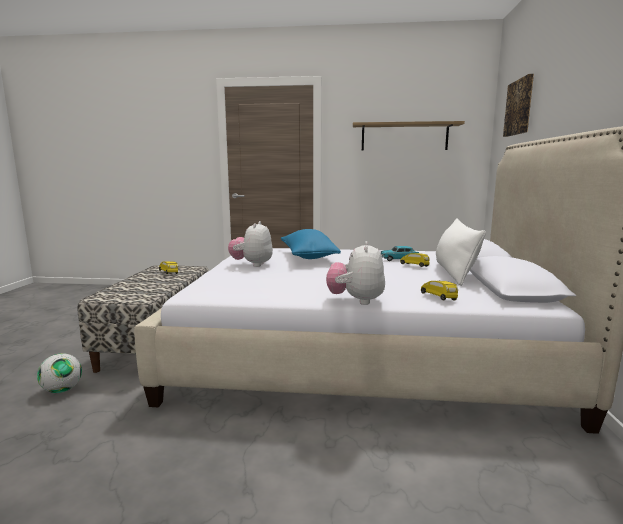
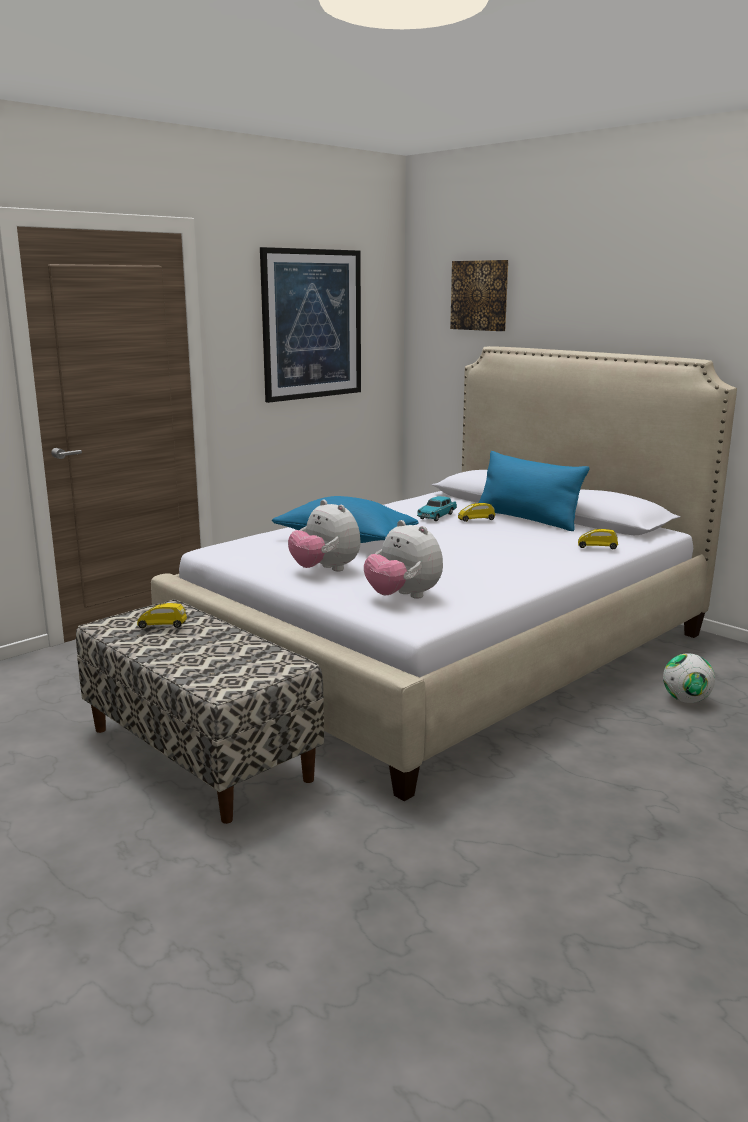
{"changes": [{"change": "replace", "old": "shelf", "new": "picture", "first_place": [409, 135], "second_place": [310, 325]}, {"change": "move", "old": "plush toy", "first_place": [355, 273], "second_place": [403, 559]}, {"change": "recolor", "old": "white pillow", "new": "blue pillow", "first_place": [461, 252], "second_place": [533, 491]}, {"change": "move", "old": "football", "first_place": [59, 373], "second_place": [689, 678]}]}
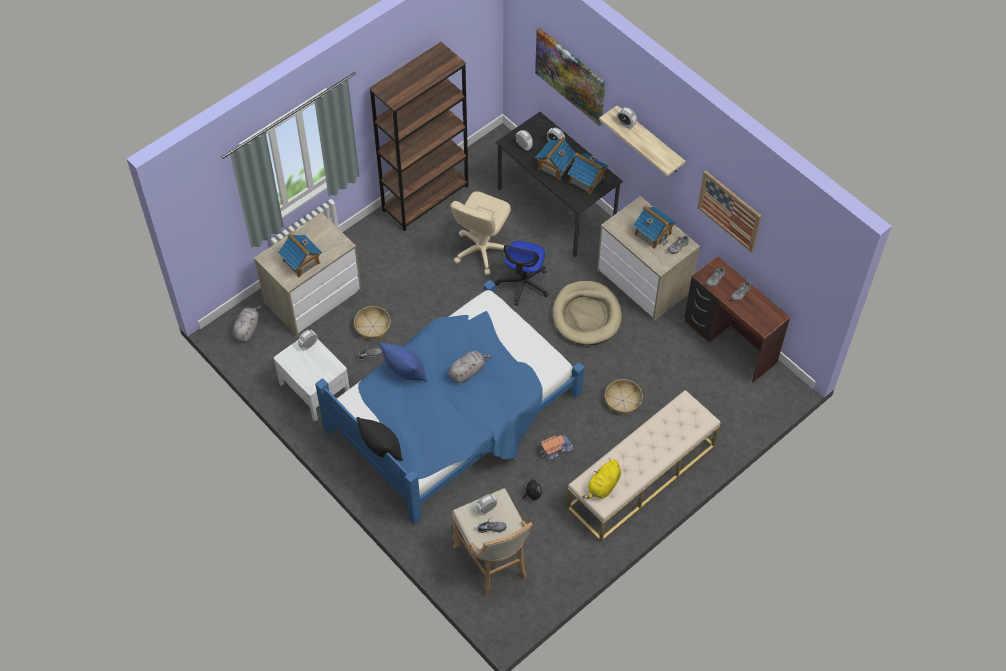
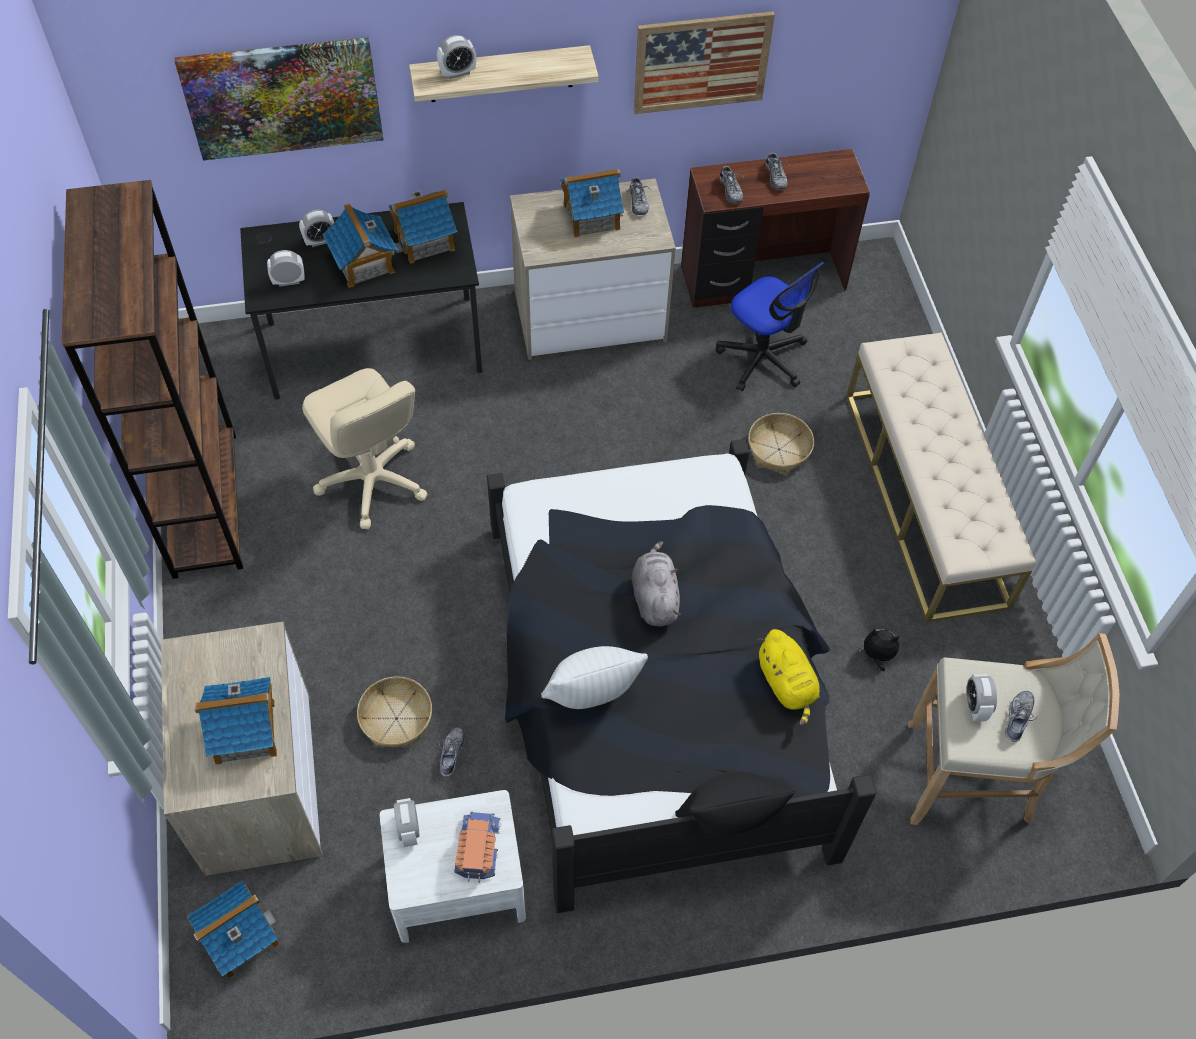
{"changes": [{"change": "replace", "old": "grey plush toy", "new": "toy house", "first_place": [247, 324], "second_place": [233, 930]}, {"change": "move", "old": "toy truck", "first_place": [556, 447], "second_place": [477, 847]}, {"change": "recolor", "old": "blue bed", "new": "black bed", "first_place": [450, 402], "second_place": [681, 676]}, {"change": "recolor", "old": "blue pillow", "new": "white pillow", "first_place": [404, 362], "second_place": [594, 677]}, {"change": "move", "old": "office chair", "first_place": [522, 273], "second_place": [770, 326]}, {"change": "move", "old": "yellow plush toy", "first_place": [601, 478], "second_place": [788, 677]}, {"change": "delete", "old": "beige dog bed", "first_place": [587, 313]}]}
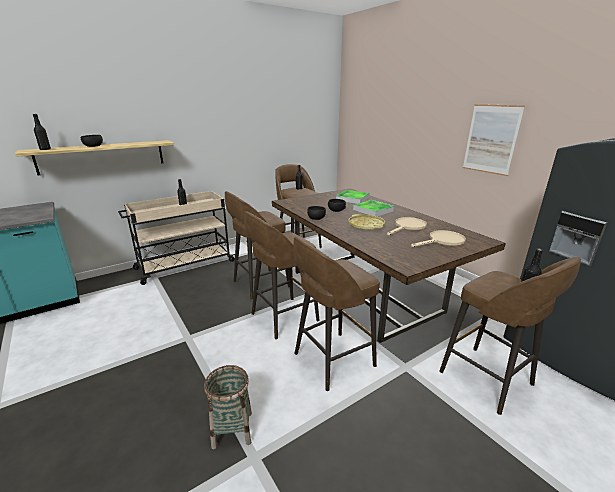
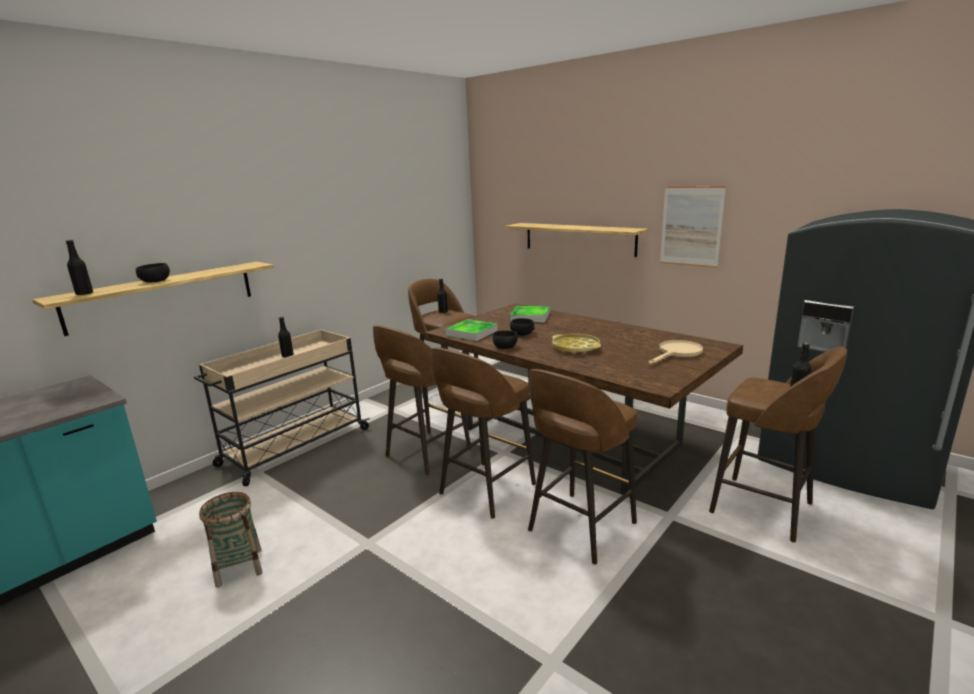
{"changes": [{"change": "move", "old": "basket", "first_place": [228, 407], "second_place": [231, 540]}, {"change": "move", "old": "tray", "first_place": [373, 208], "second_place": [472, 330]}, {"change": "insert", "new": "shelf", "second_place": [577, 240]}, {"change": "delete", "old": "beige frying pan", "first_place": [407, 226]}]}
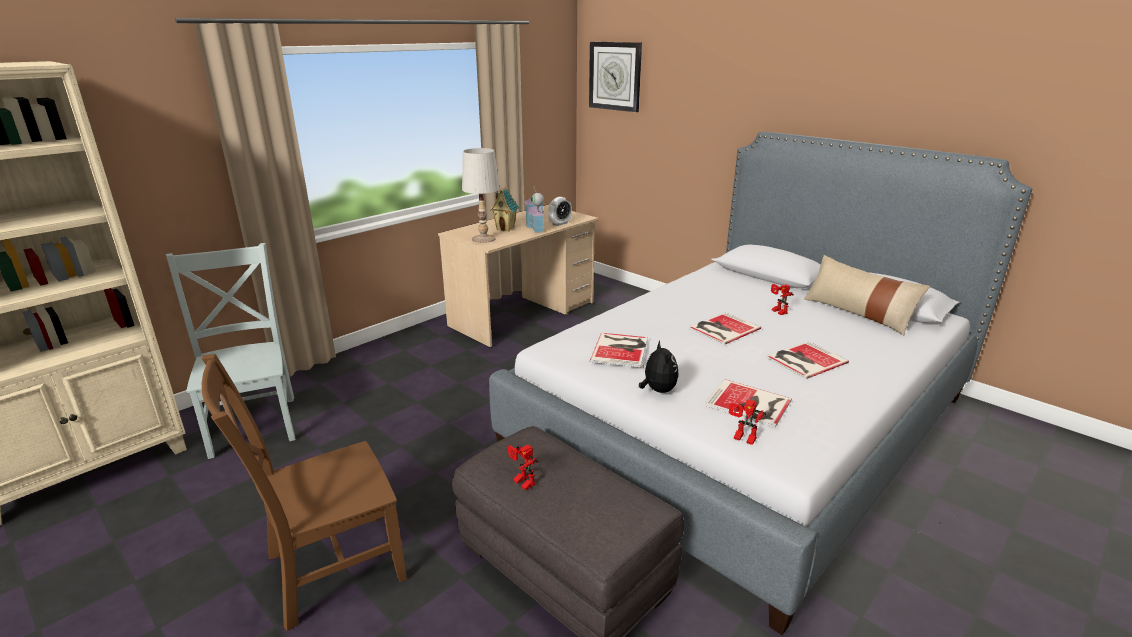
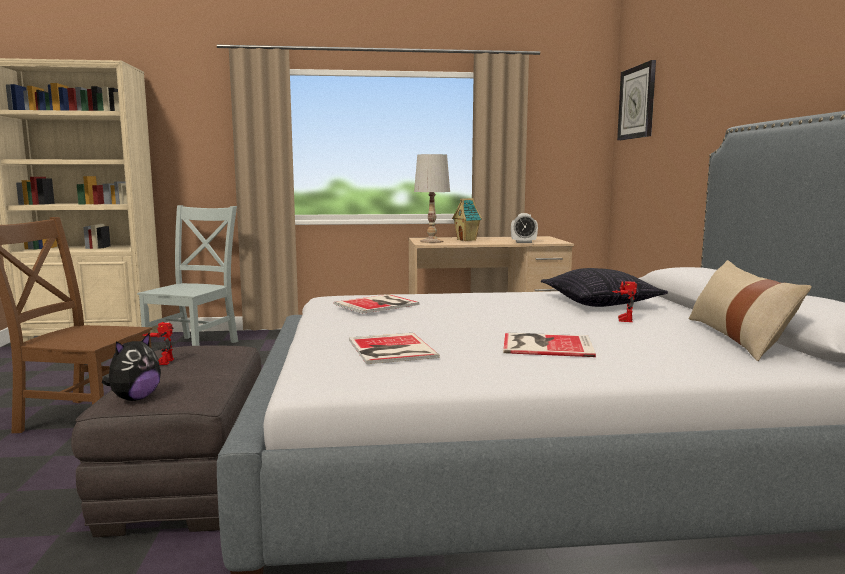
{"changes": [{"change": "move", "old": "plush toy", "first_place": [659, 366], "second_place": [131, 367]}, {"change": "insert", "new": "pillow", "second_place": [604, 287]}, {"change": "delete", "old": "toy house", "first_place": [534, 209]}, {"change": "delete", "old": "book", "first_place": [724, 328]}, {"change": "delete", "old": "toy robot", "first_place": [747, 422]}]}
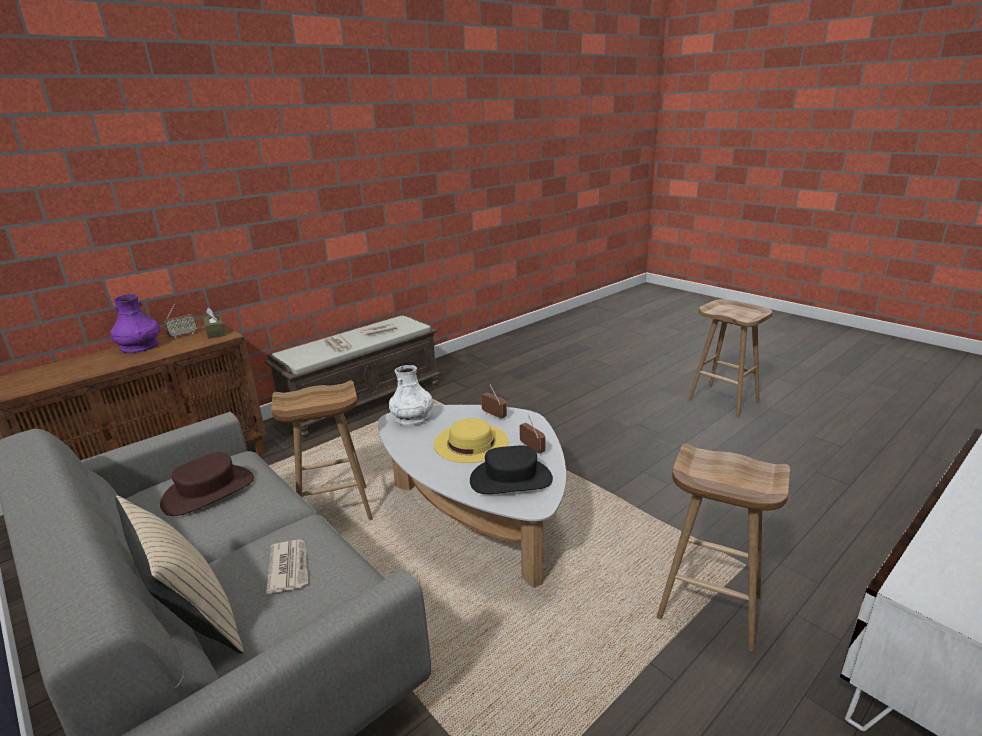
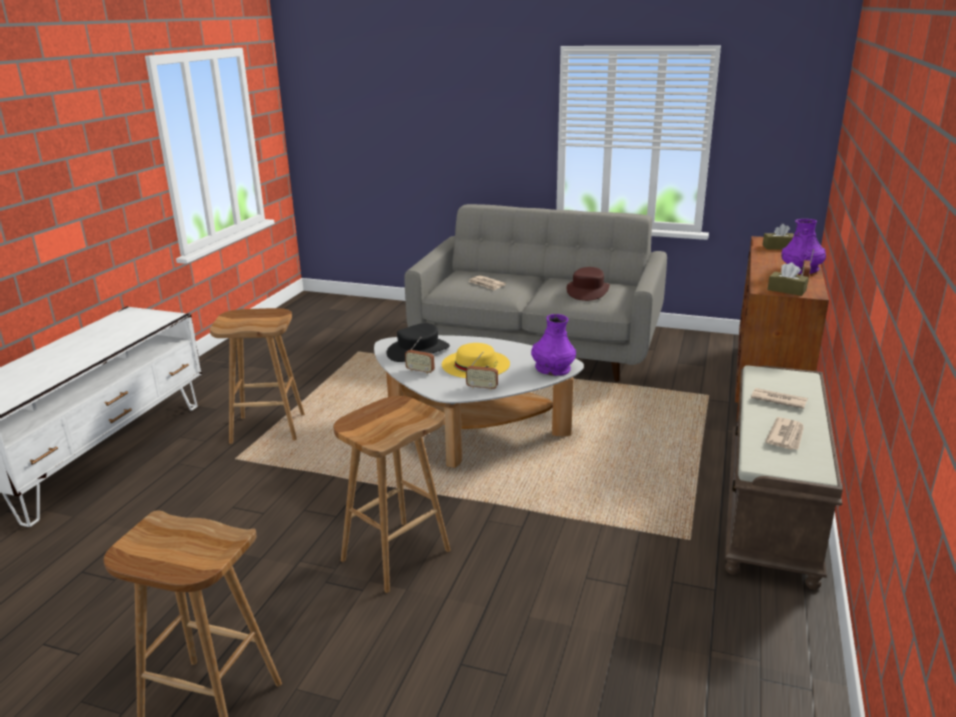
{"changes": [{"change": "move", "old": "brown stool", "first_place": [322, 450], "second_place": [391, 494]}, {"change": "recolor", "old": "white vase", "new": "purple vase", "first_place": [411, 395], "second_place": [553, 345]}, {"change": "insert", "new": "brown tissue box", "second_place": [778, 236]}, {"change": "delete", "old": "beige pillow", "first_place": [179, 574]}]}
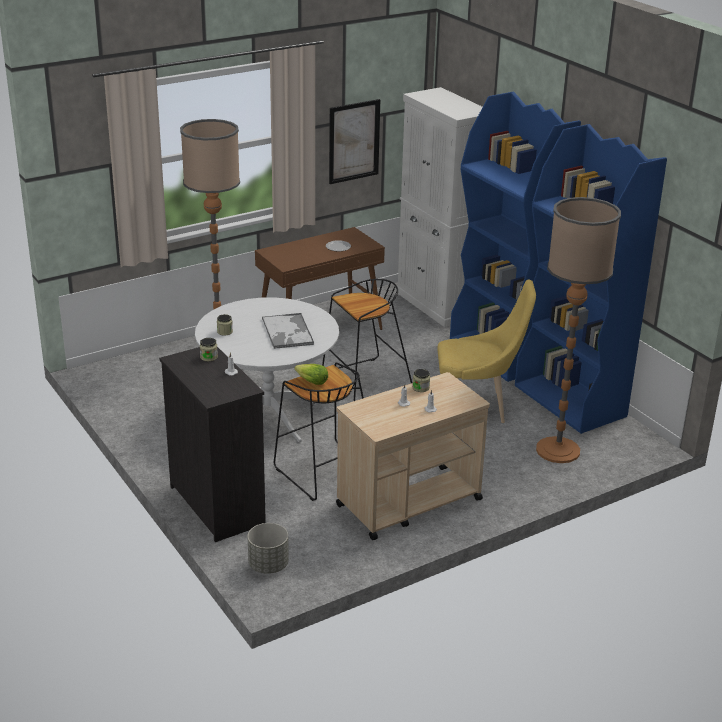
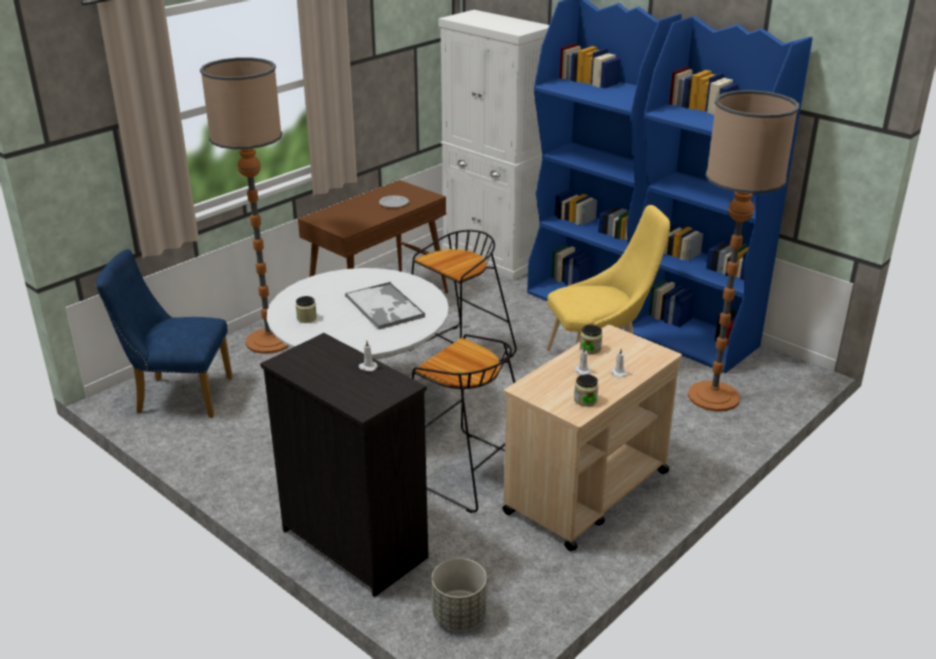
{"changes": [{"change": "insert", "new": "blue chair", "second_place": [164, 333]}, {"change": "move", "old": "jar", "first_place": [209, 350], "second_place": [586, 390]}, {"change": "delete", "old": "lettuce", "first_place": [311, 374]}, {"change": "delete", "old": "picture", "first_place": [354, 141]}]}
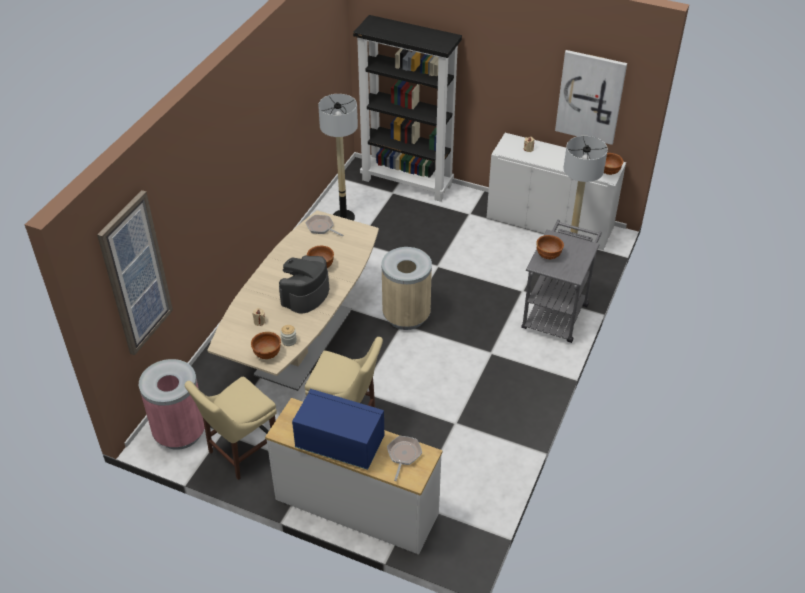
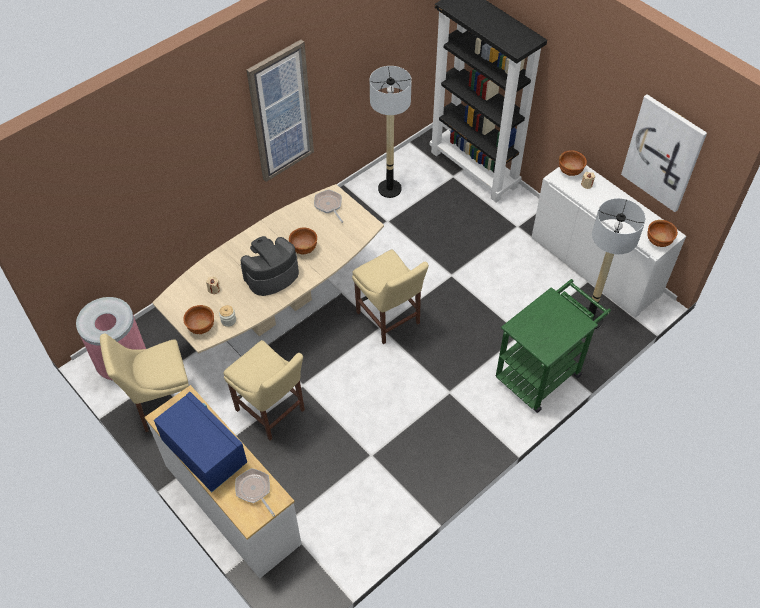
{"changes": [{"change": "rotate", "old": "frying pan", "first_place": [404, 458], "second_place": [255, 492], "degrees": -75}, {"change": "move", "old": "picture", "first_place": [135, 272], "second_place": [280, 110]}, {"change": "replace", "old": "beige trash can", "new": "beige chair", "first_place": [406, 288], "second_place": [390, 297]}, {"change": "recolor", "old": "grey cart", "new": "green cart", "first_place": [561, 281], "second_place": [553, 346]}, {"change": "move", "old": "brown bowl", "first_place": [550, 247], "second_place": [573, 163]}]}
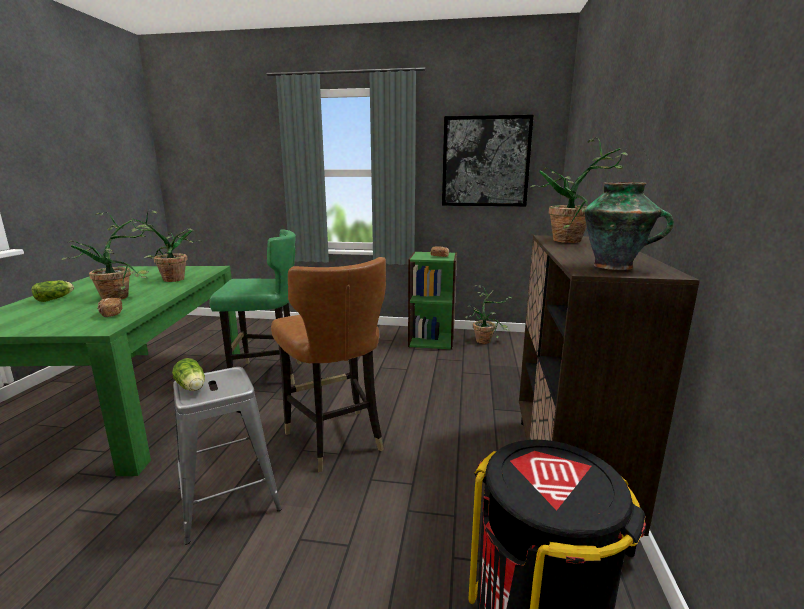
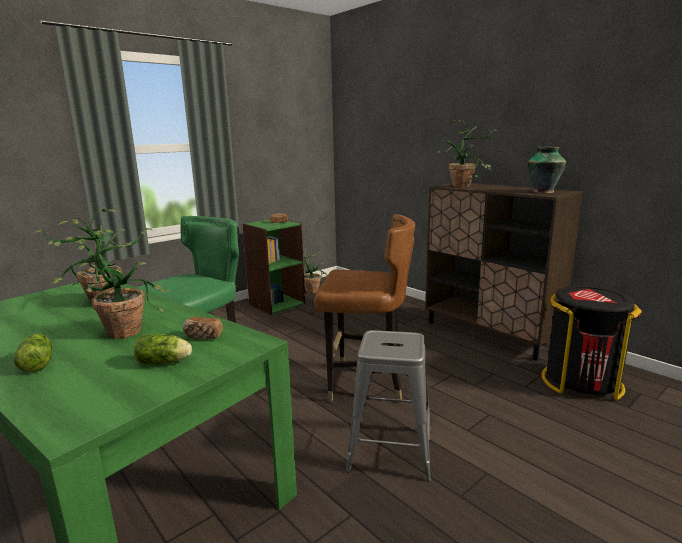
{"changes": [{"change": "move", "old": "lettuce", "first_place": [188, 374], "second_place": [163, 349]}, {"change": "delete", "old": "picture", "first_place": [488, 161]}]}
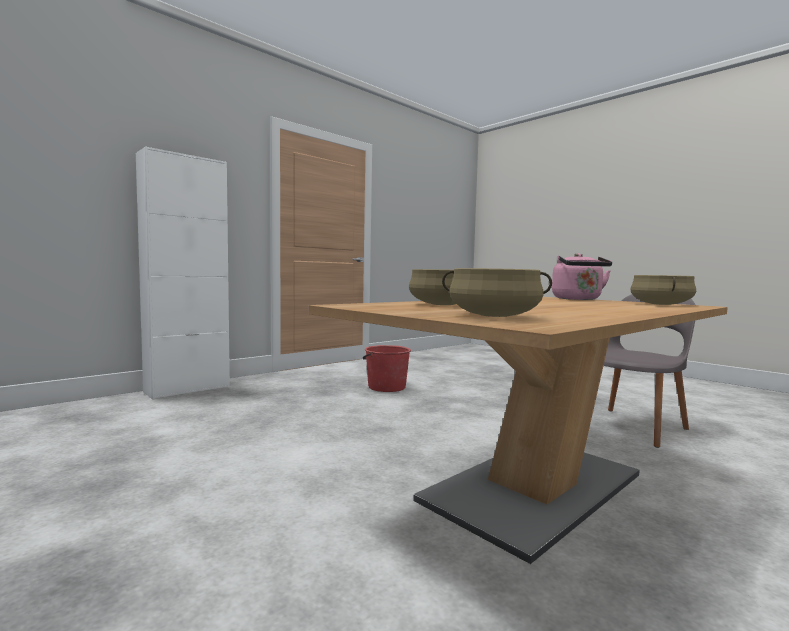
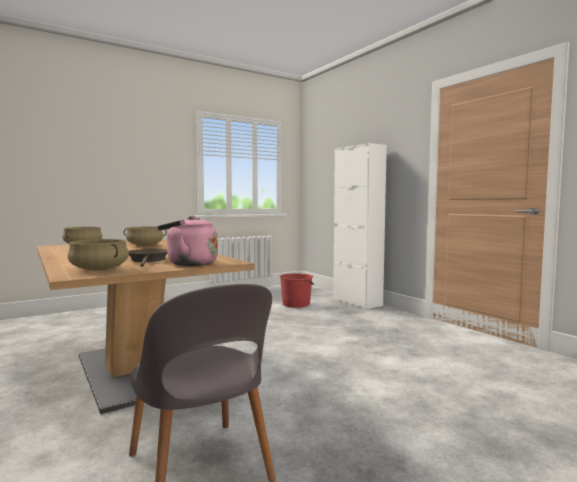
{"changes": [{"change": "insert", "new": "brown frying pan", "second_place": [147, 258]}, {"change": "move", "old": "red bucket", "first_place": [387, 368], "second_place": [296, 290]}]}
